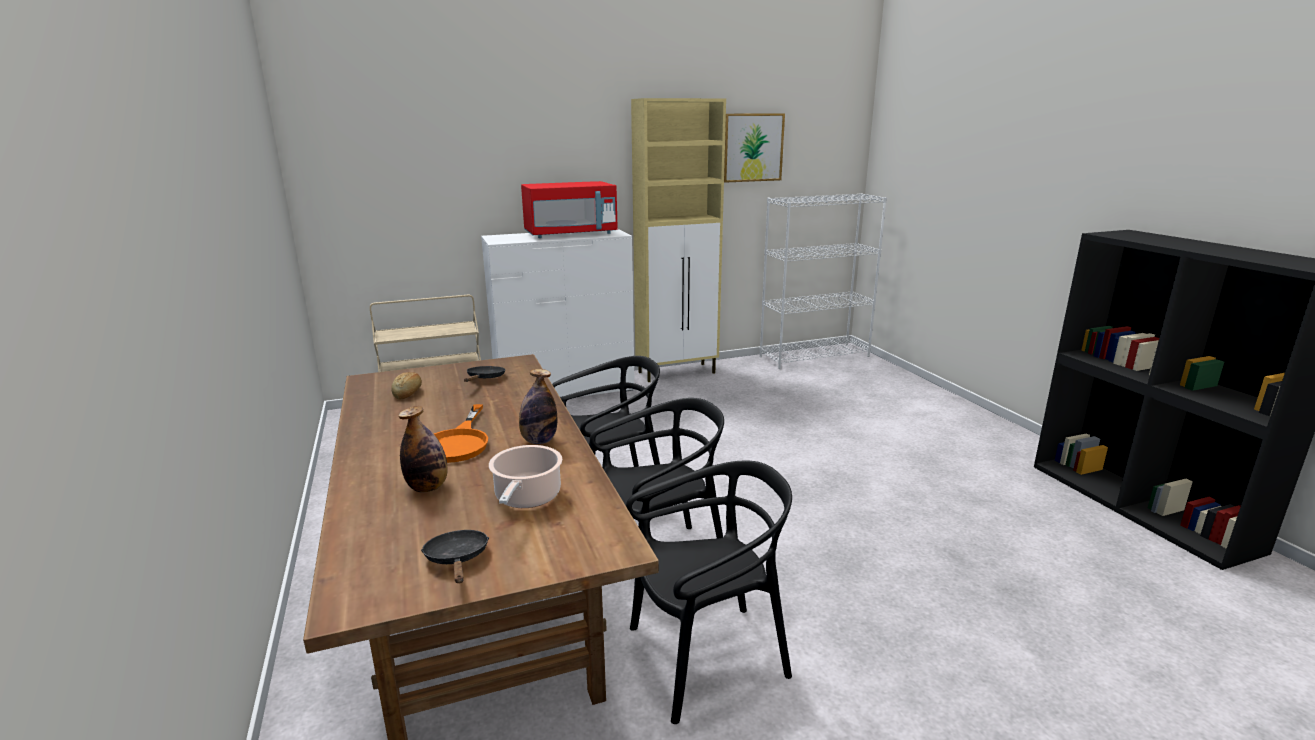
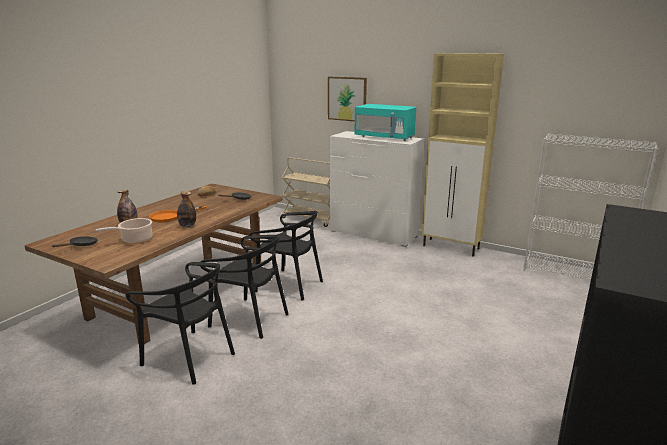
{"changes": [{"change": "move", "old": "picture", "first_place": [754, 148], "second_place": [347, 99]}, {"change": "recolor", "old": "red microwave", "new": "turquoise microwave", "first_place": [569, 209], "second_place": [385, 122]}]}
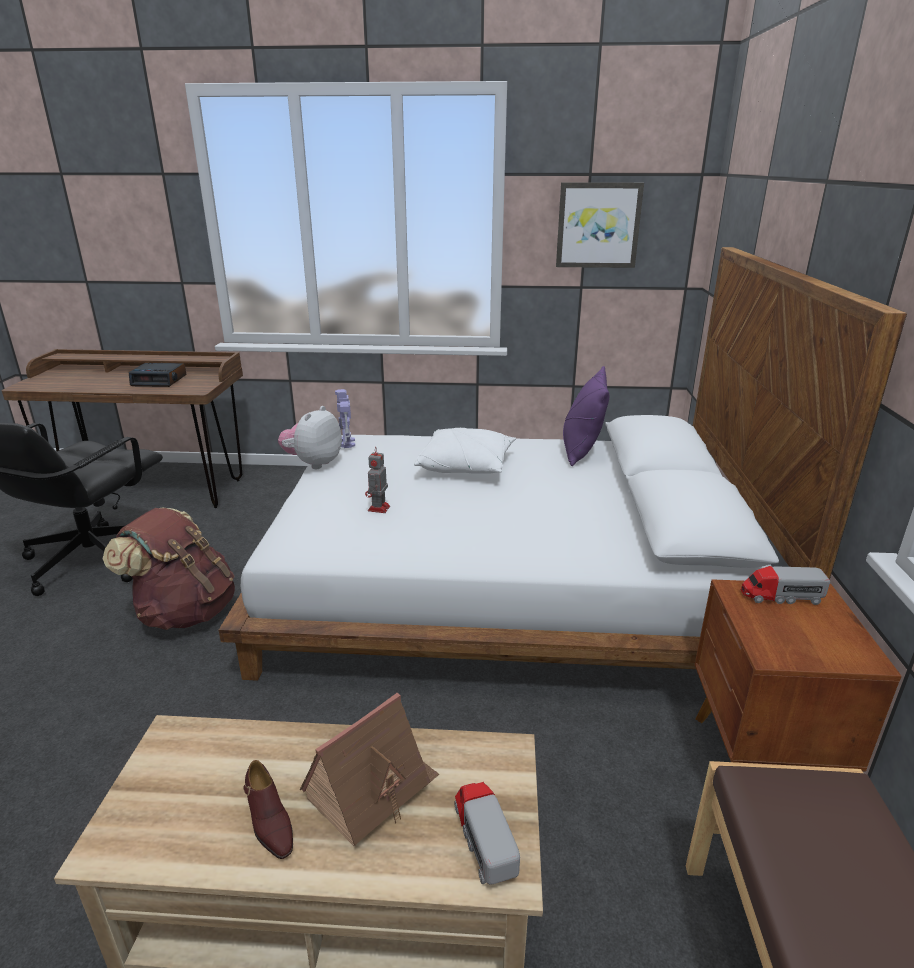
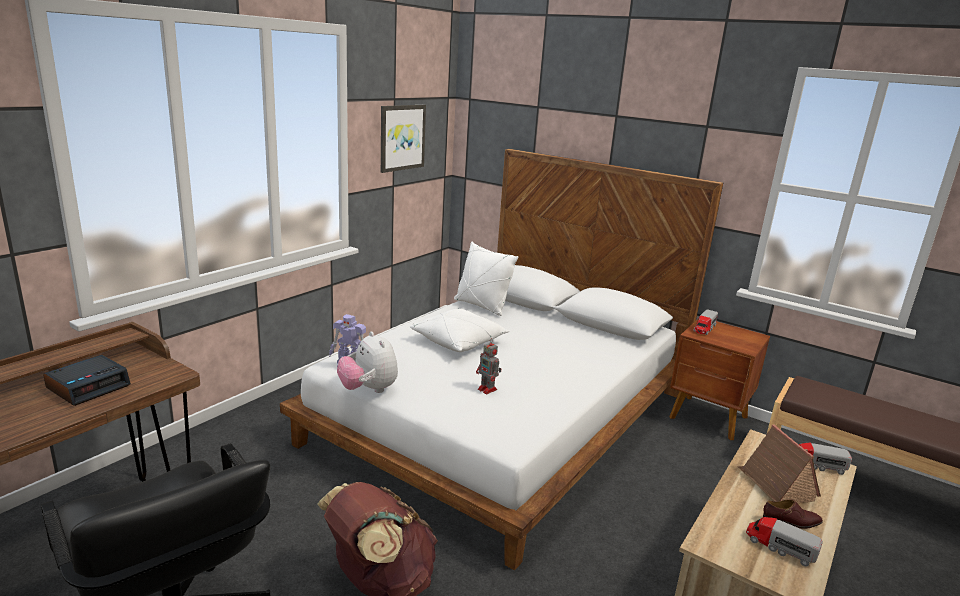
{"changes": [{"change": "recolor", "old": "purple pillow", "new": "white pillow", "first_place": [586, 416], "second_place": [486, 279]}, {"change": "insert", "new": "toy truck", "second_place": [784, 542]}]}
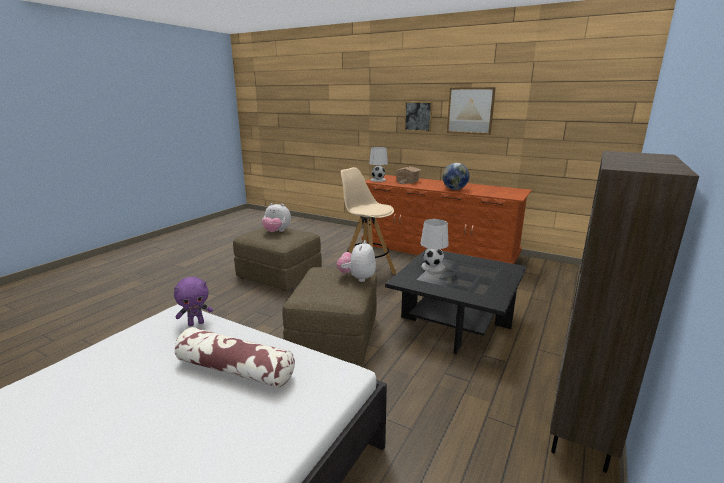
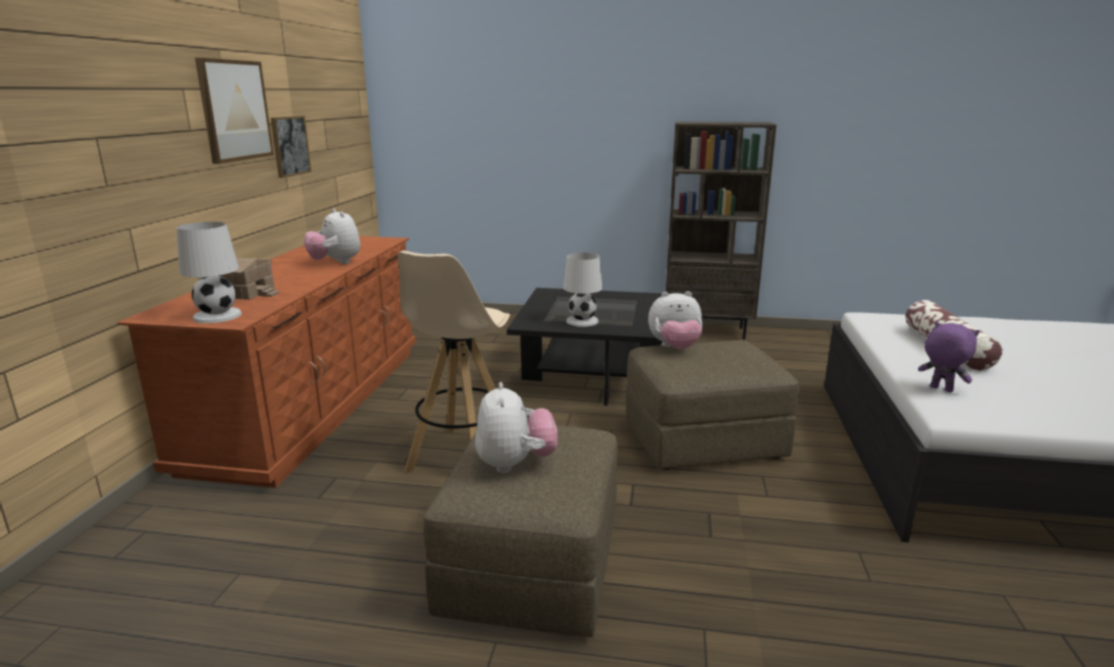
{"changes": [{"change": "move", "old": "picture", "first_place": [418, 117], "second_place": [291, 147]}, {"change": "replace", "old": "globe", "new": "plush toy", "first_place": [455, 176], "second_place": [332, 236]}]}
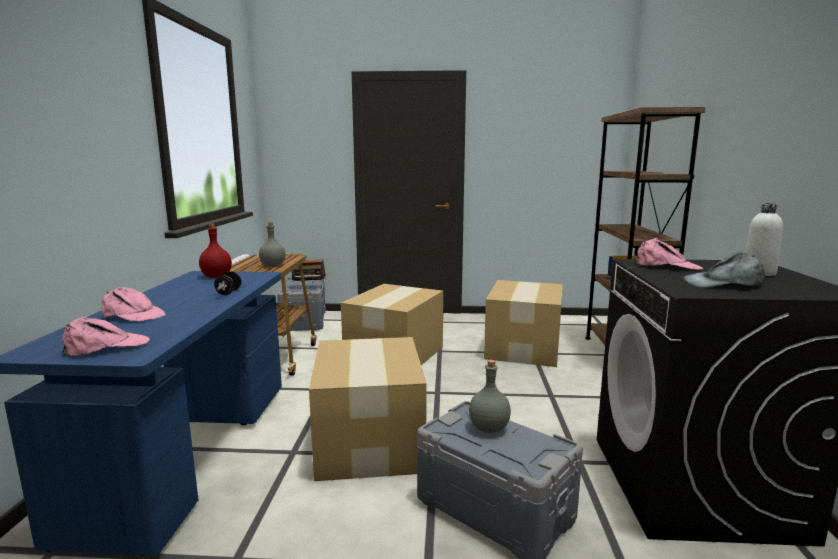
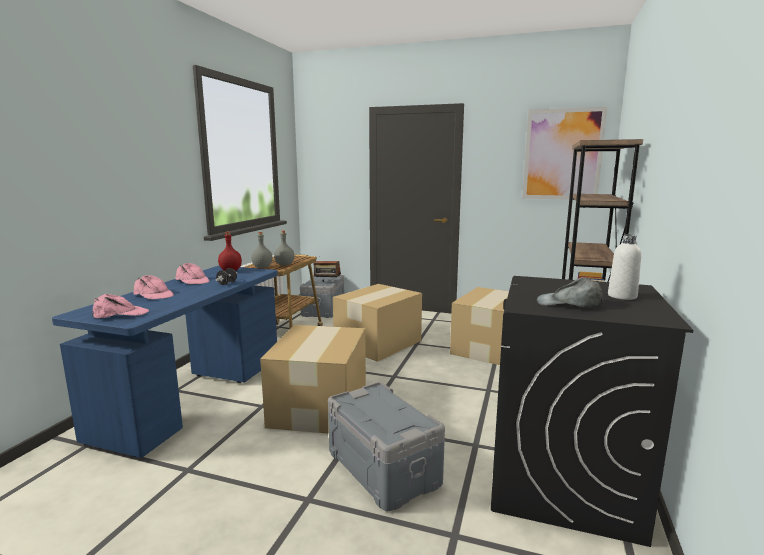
{"changes": [{"change": "move", "old": "pink cap", "first_place": [669, 254], "second_place": [192, 273]}, {"change": "move", "old": "grey bottle", "first_place": [490, 396], "second_place": [262, 250]}, {"change": "insert", "new": "picture", "second_place": [564, 153]}]}
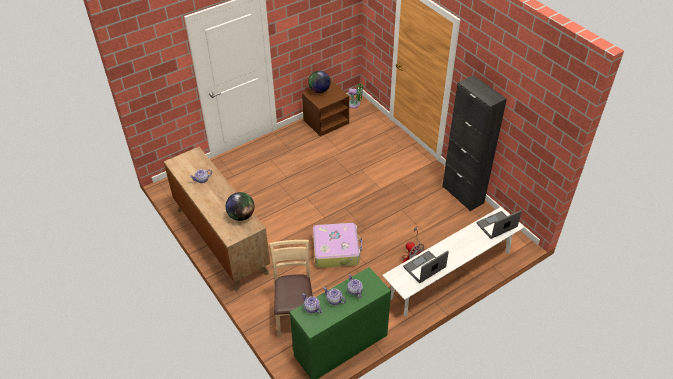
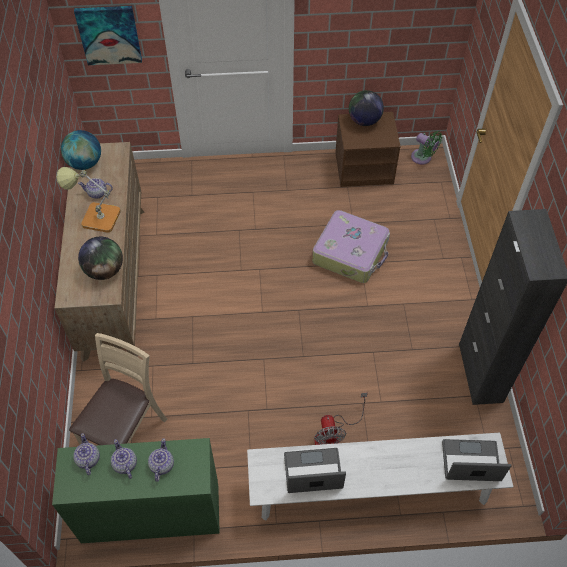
{"changes": [{"change": "insert", "new": "table lamp", "second_place": [88, 200]}, {"change": "insert", "new": "globe", "second_place": [81, 150]}, {"change": "insert", "new": "picture", "second_place": [108, 35]}, {"change": "move", "old": "suitcase", "first_place": [337, 245], "second_place": [351, 246]}]}
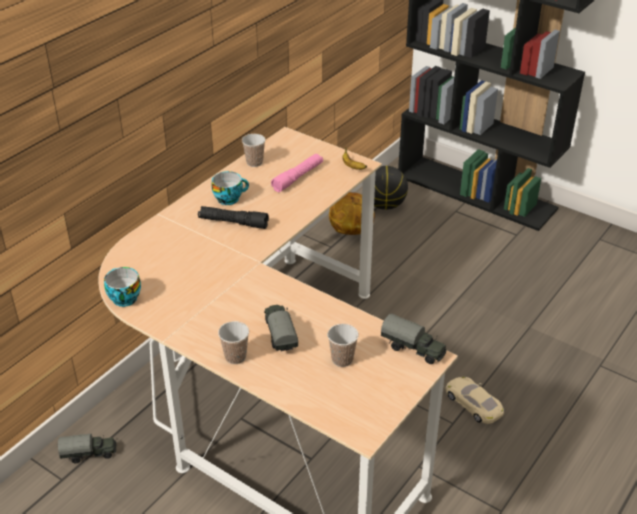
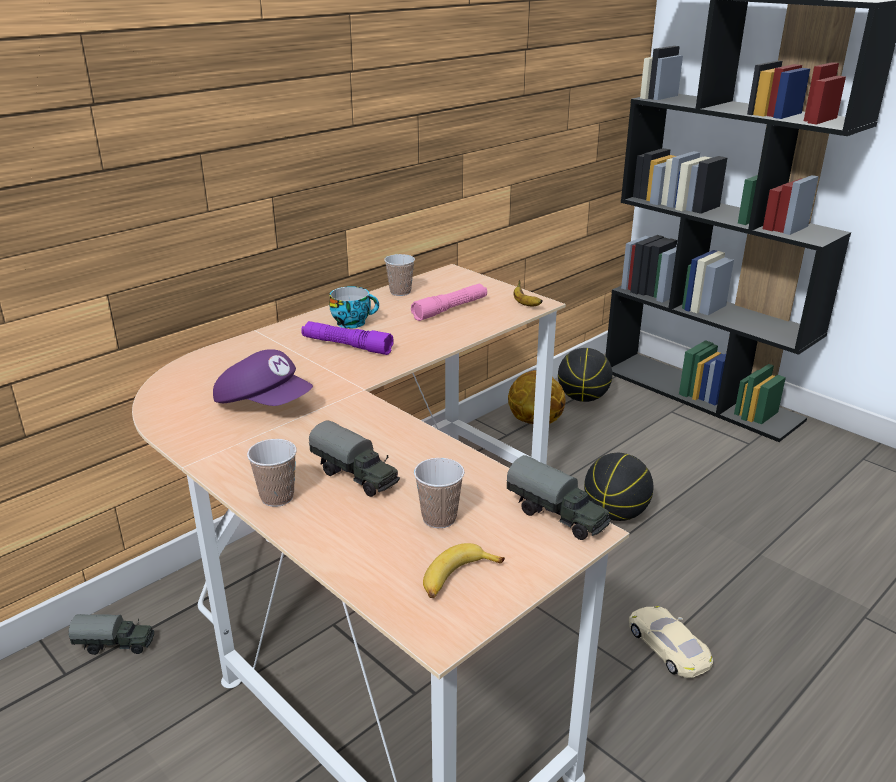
{"changes": [{"change": "insert", "new": "purple cap", "second_place": [263, 377]}, {"change": "recolor", "old": "black flashlight", "new": "purple flashlight", "first_place": [233, 217], "second_place": [347, 338]}, {"change": "rotate", "old": "toy truck", "first_place": [281, 328], "second_place": [354, 459], "degrees": 135}, {"change": "insert", "new": "banana", "second_place": [464, 570]}, {"change": "insert", "new": "basketball", "second_place": [619, 487]}, {"change": "delete", "old": "cup", "first_place": [122, 287]}]}
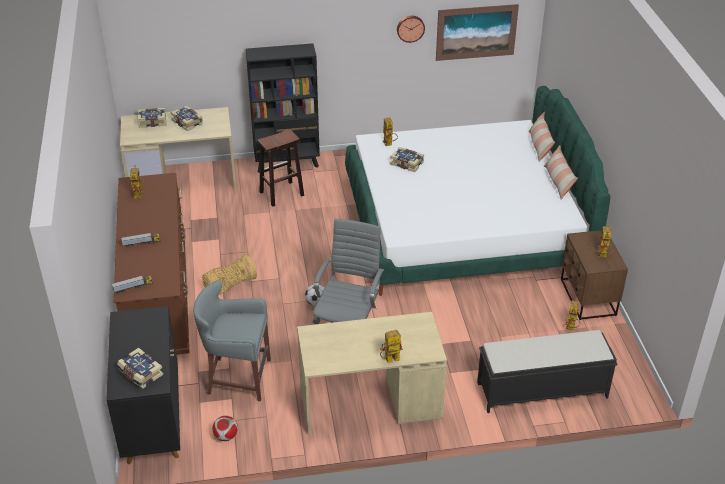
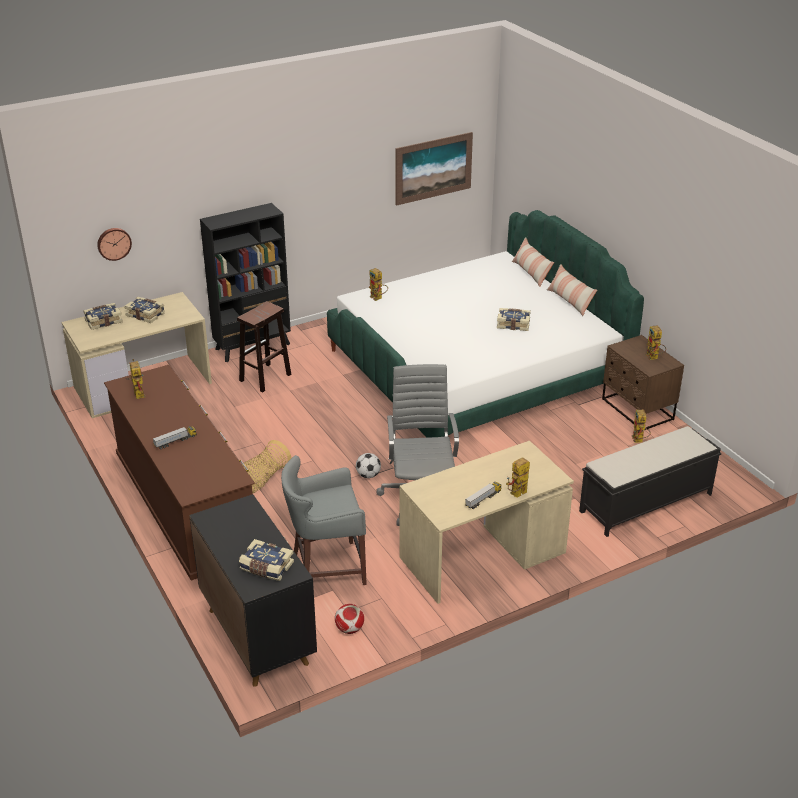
{"changes": [{"change": "move", "old": "wall clock", "first_place": [411, 29], "second_place": [114, 244]}, {"change": "move", "old": "toy truck", "first_place": [132, 284], "second_place": [483, 495]}, {"change": "move", "old": "book", "first_place": [407, 159], "second_place": [514, 319]}]}
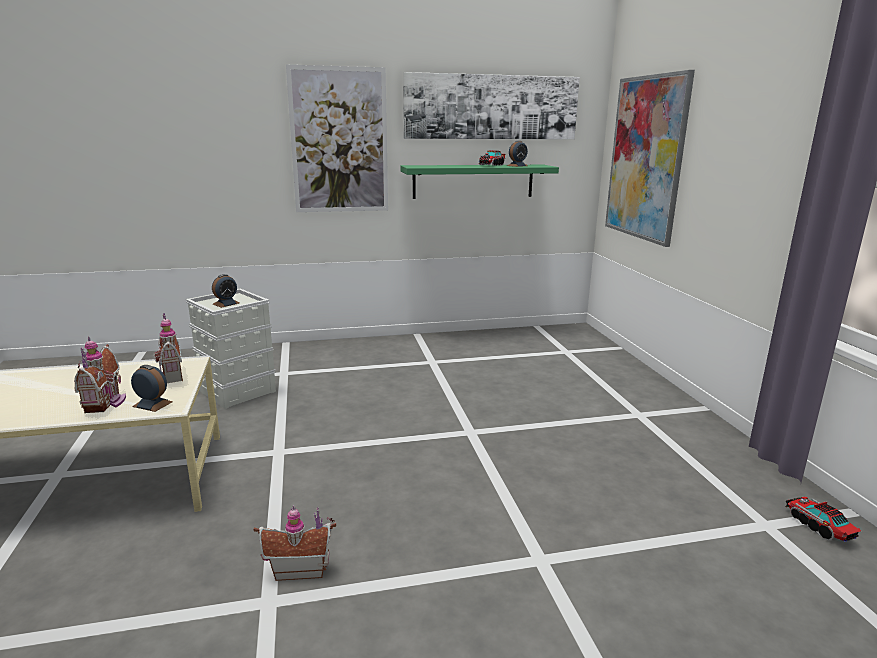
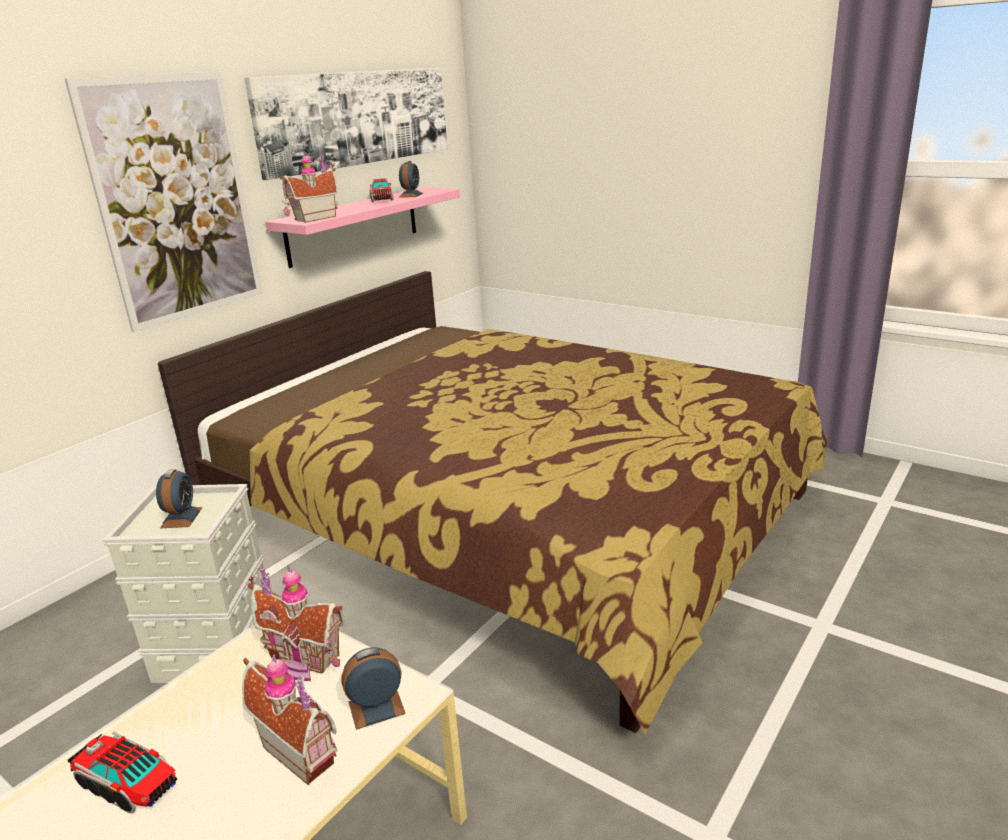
{"changes": [{"change": "move", "old": "toy truck", "first_place": [823, 519], "second_place": [122, 772]}, {"change": "insert", "new": "bed", "second_place": [492, 502]}, {"change": "recolor", "old": "green shelf", "new": "pink shelf", "first_place": [479, 182], "second_place": [362, 227]}, {"change": "move", "old": "toy house", "first_place": [295, 543], "second_place": [309, 187]}, {"change": "delete", "old": "picture", "first_place": [650, 158]}]}
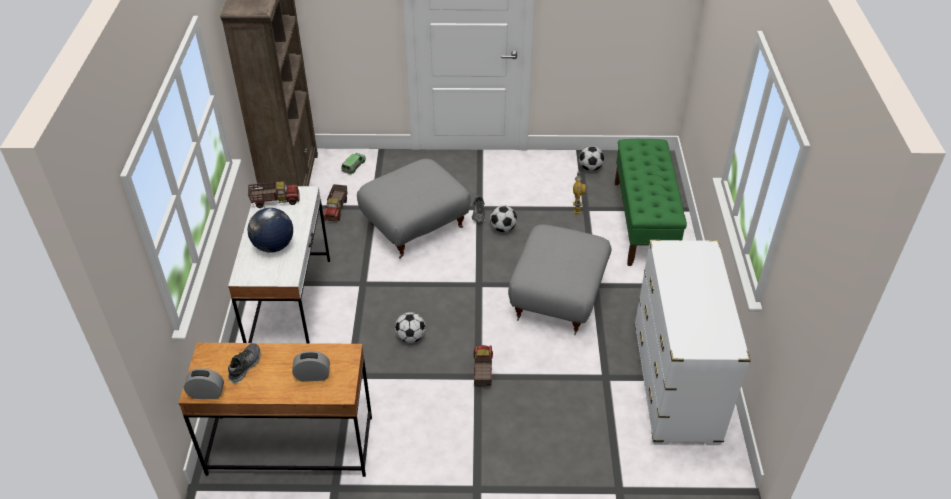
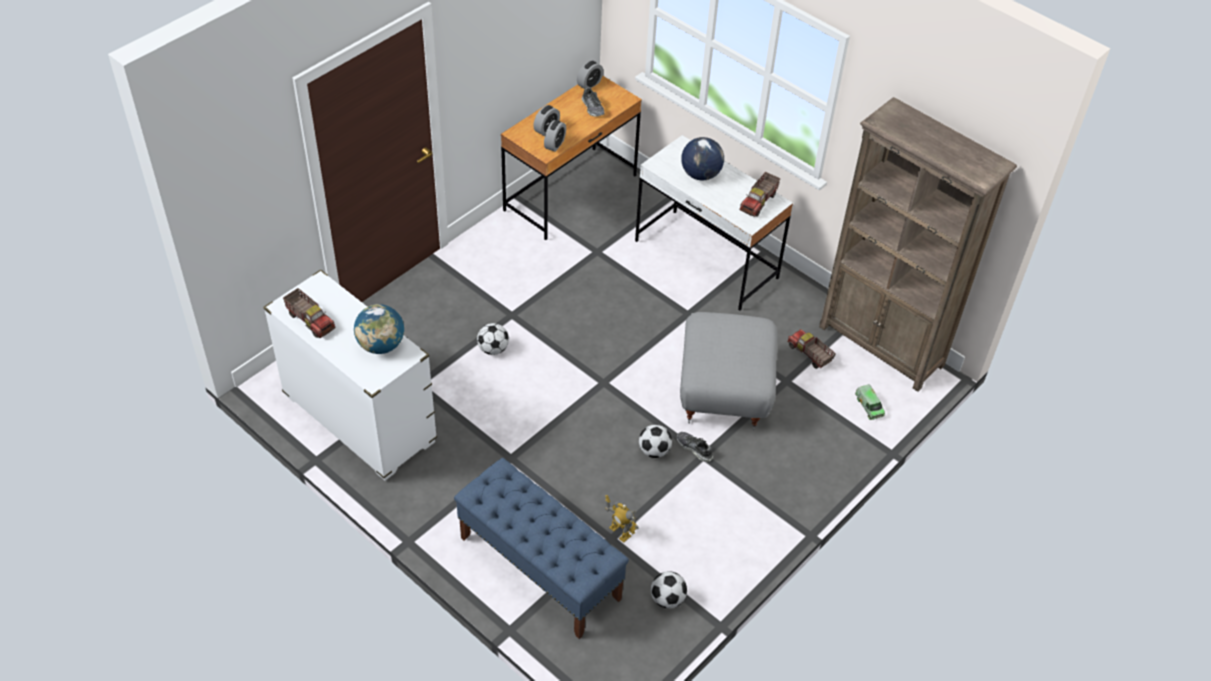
{"changes": [{"change": "move", "old": "toy truck", "first_place": [483, 365], "second_place": [309, 313]}, {"change": "insert", "new": "globe", "second_place": [379, 329]}, {"change": "recolor", "old": "green bench", "new": "blue bench", "first_place": [651, 202], "second_place": [541, 548]}, {"change": "move", "old": "football", "first_place": [410, 327], "second_place": [493, 339]}, {"change": "insert", "new": "alarm clock", "second_place": [555, 136]}, {"change": "delete", "old": "grey ottoman", "first_place": [560, 279]}]}
